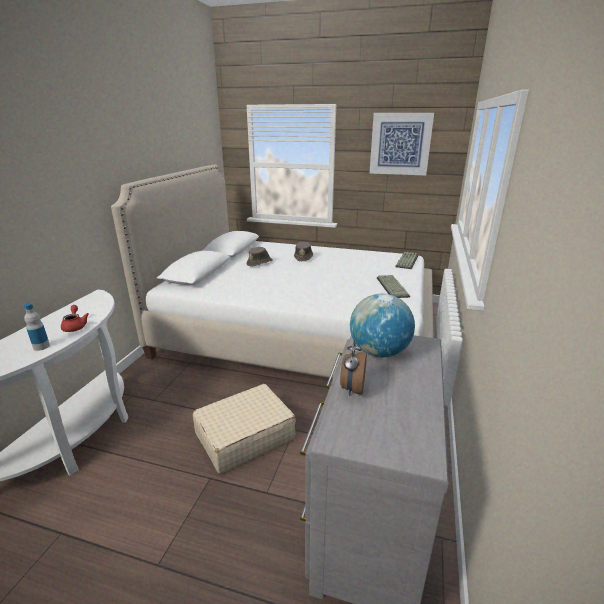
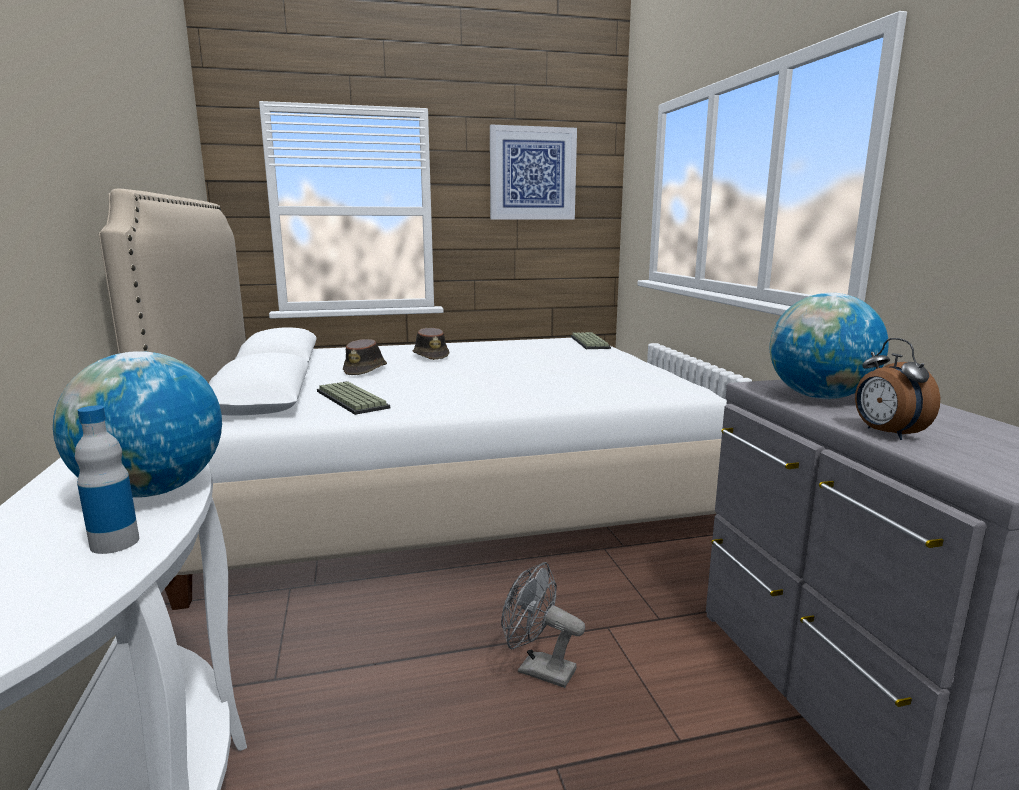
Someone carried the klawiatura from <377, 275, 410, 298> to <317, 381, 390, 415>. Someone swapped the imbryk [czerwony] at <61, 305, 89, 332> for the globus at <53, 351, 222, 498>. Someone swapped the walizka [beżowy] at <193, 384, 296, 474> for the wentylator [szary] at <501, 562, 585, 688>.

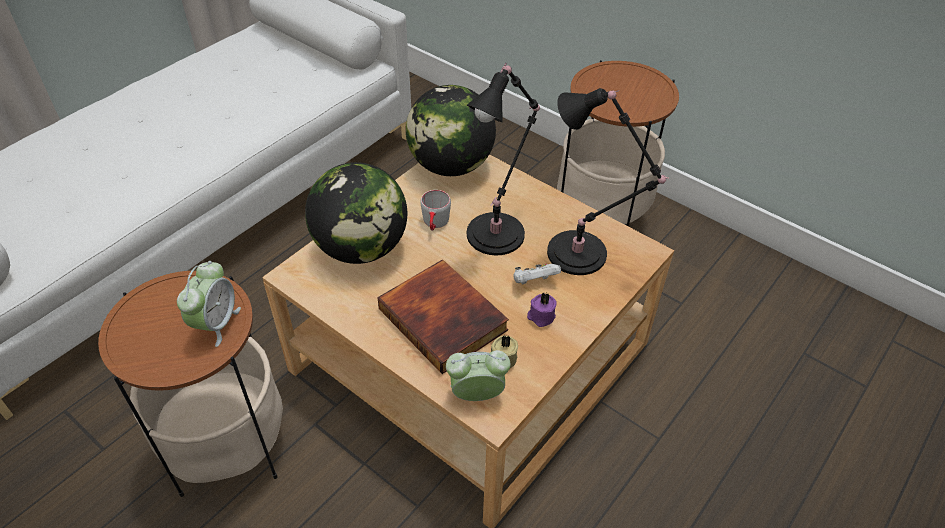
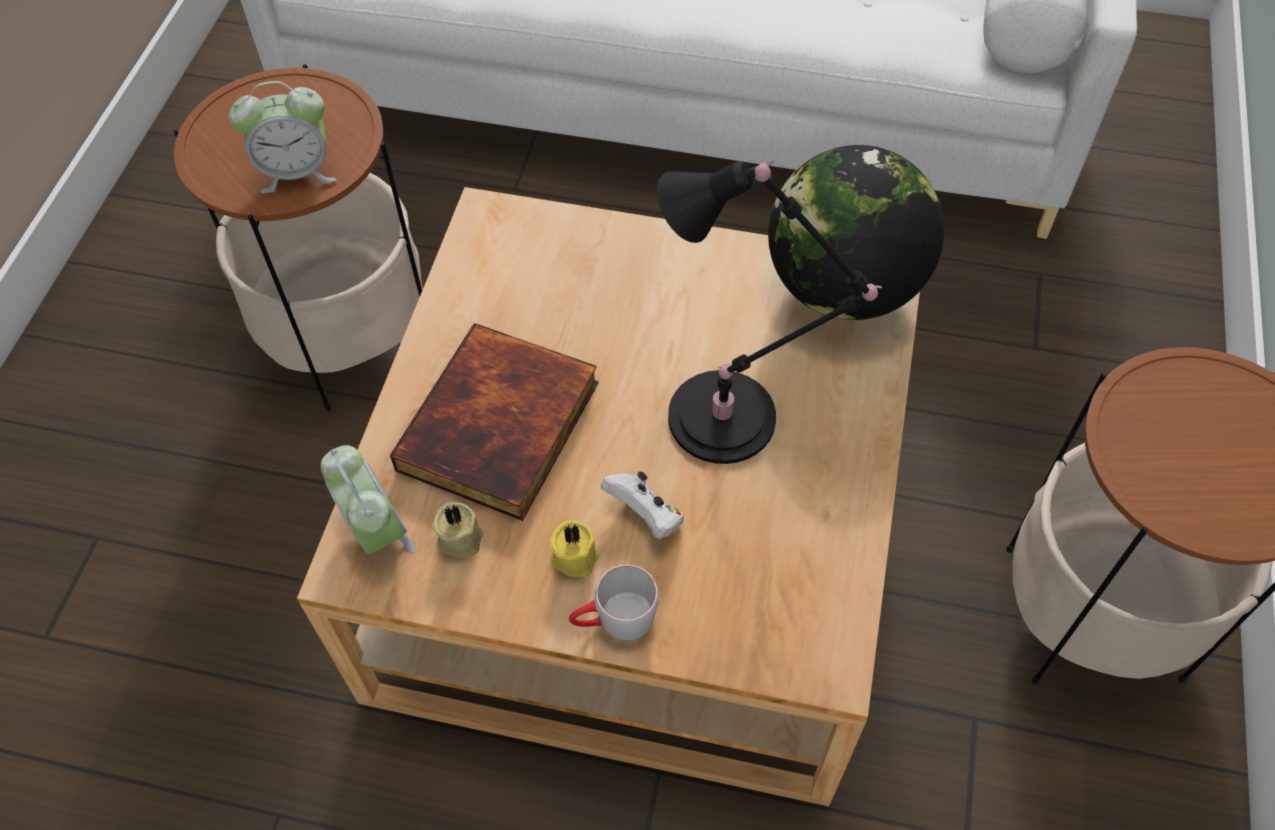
Someone took away the lampa stołowa [czarny] at <547, 88, 669, 275>. Someone took away the globus at <305, 162, 407, 264>. Someone carried the kubek [szary] from <420, 190, 451, 231> to <569, 565, 659, 640>. Someone repainted the świeca [fioletowy] at <527, 293, 557, 327>, which became the świeca [żółty] at <550, 519, 599, 577>.

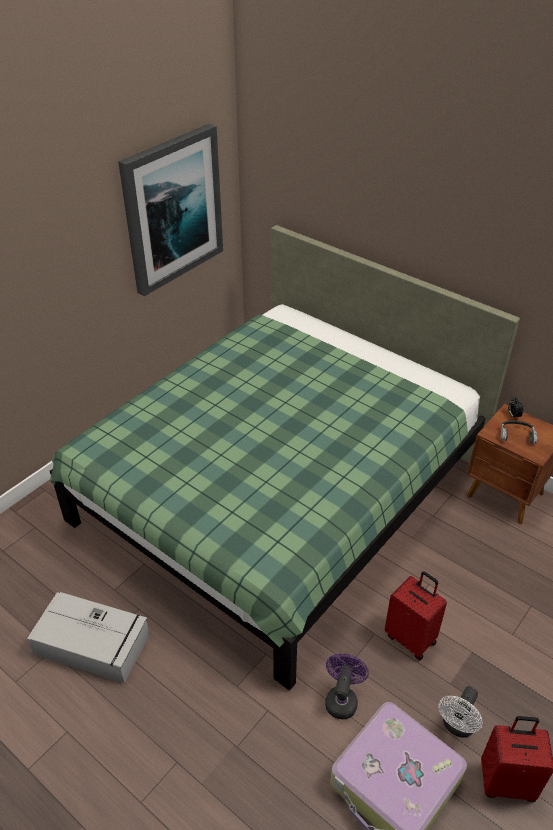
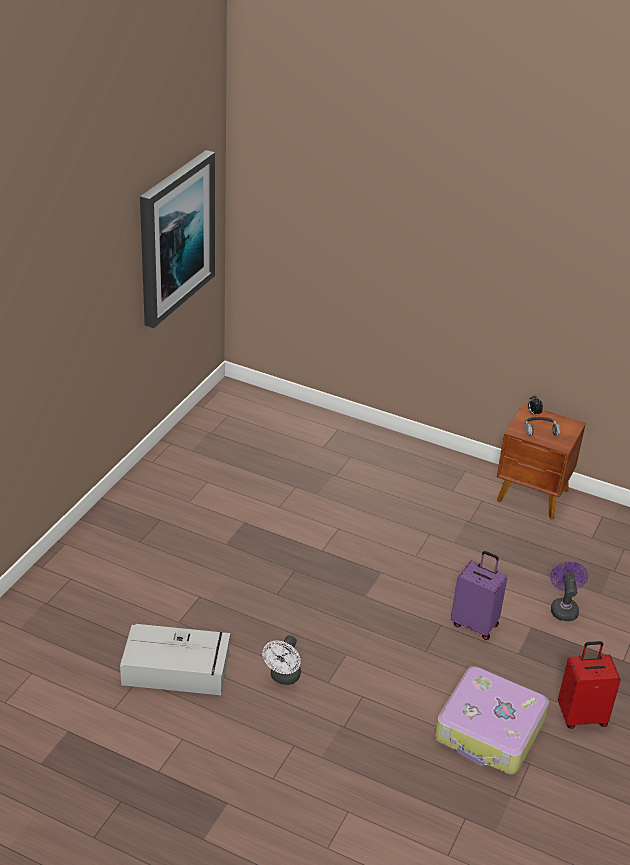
Someone took away the łóżko [zielony] at <50, 225, 520, 690>. Someone repainted the walizka [czerwony] at <385, 571, 447, 661>, which became the walizka [fioletowy] at <451, 551, 508, 640>. Someone carried the wentylator [fioletowy] from <325, 653, 369, 719> to <550, 561, 588, 621>. Someone carried the wentylator [biały] from <438, 686, 483, 738> to <262, 635, 301, 685>.

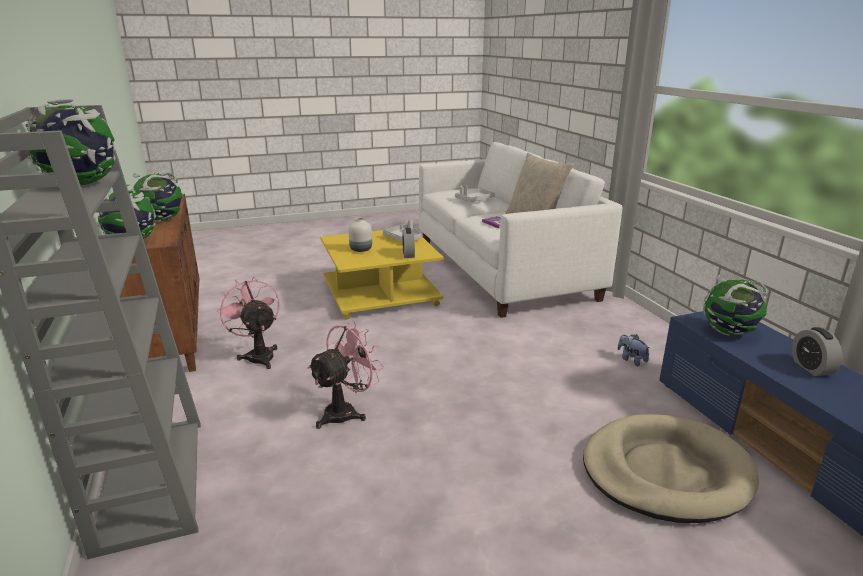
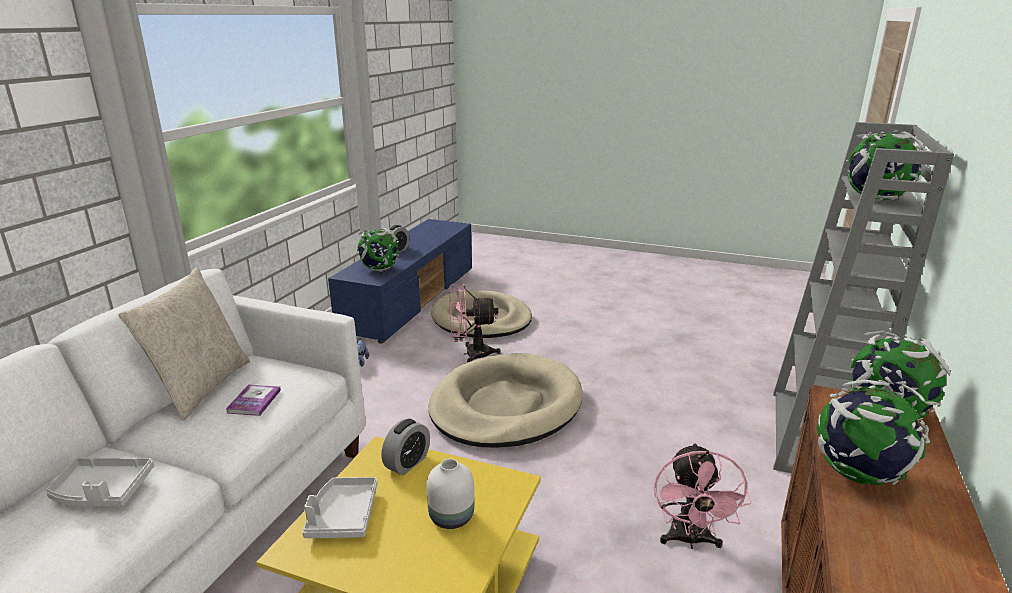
Someone carried the wentylator [różowy] from <308, 321, 384, 429> to <449, 284, 501, 363>. Someone put down the legowisko [beżowy] at <428, 353, 583, 447>.

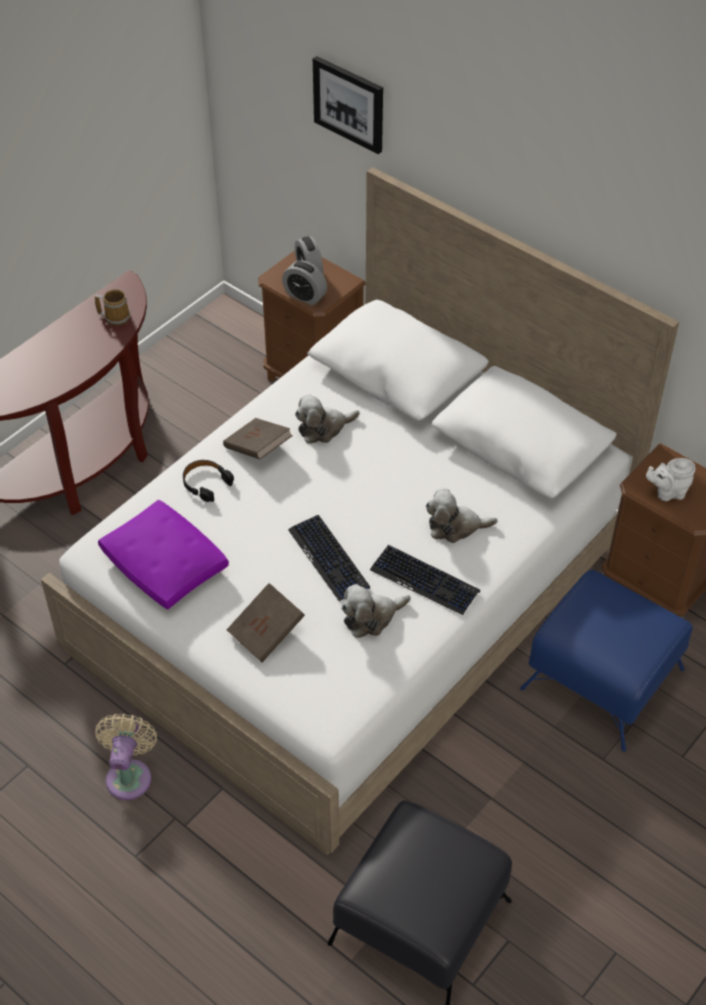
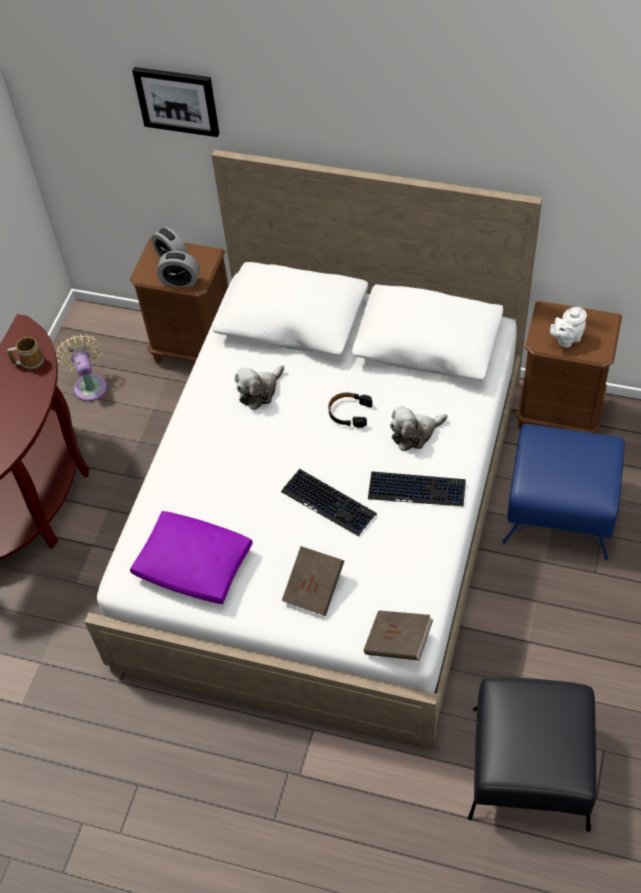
Someone carried the książka [brązowy] from <223, 418, 293, 459> to <364, 610, 433, 660>. Someone carried the słuchawki [czarny] from <183, 460, 234, 502> to <328, 393, 372, 428>. Someone took away the pluszak at <341, 584, 411, 638>. Someone carried the wentylator [beżowy] from <95, 714, 157, 800> to <56, 334, 107, 402>.

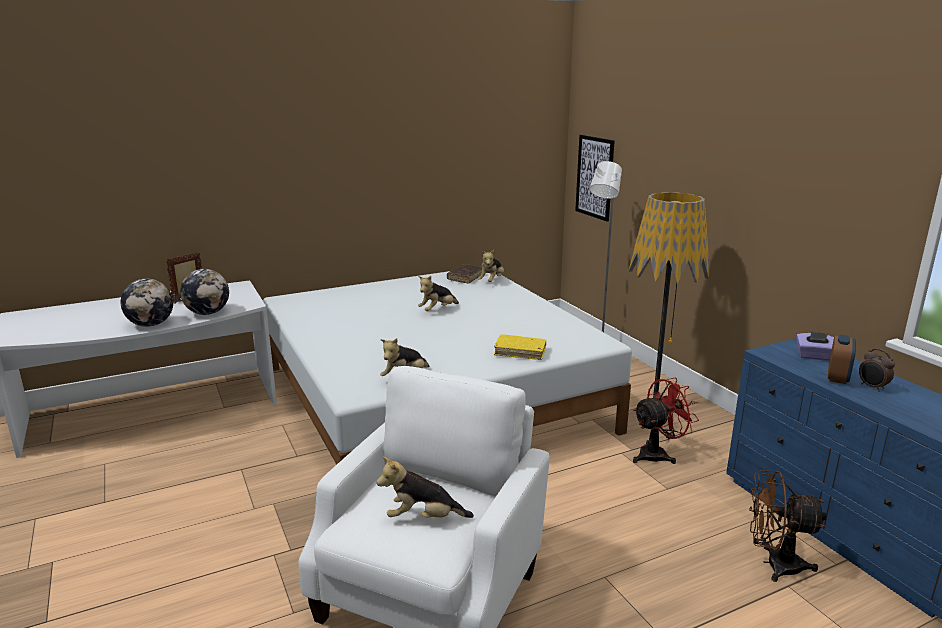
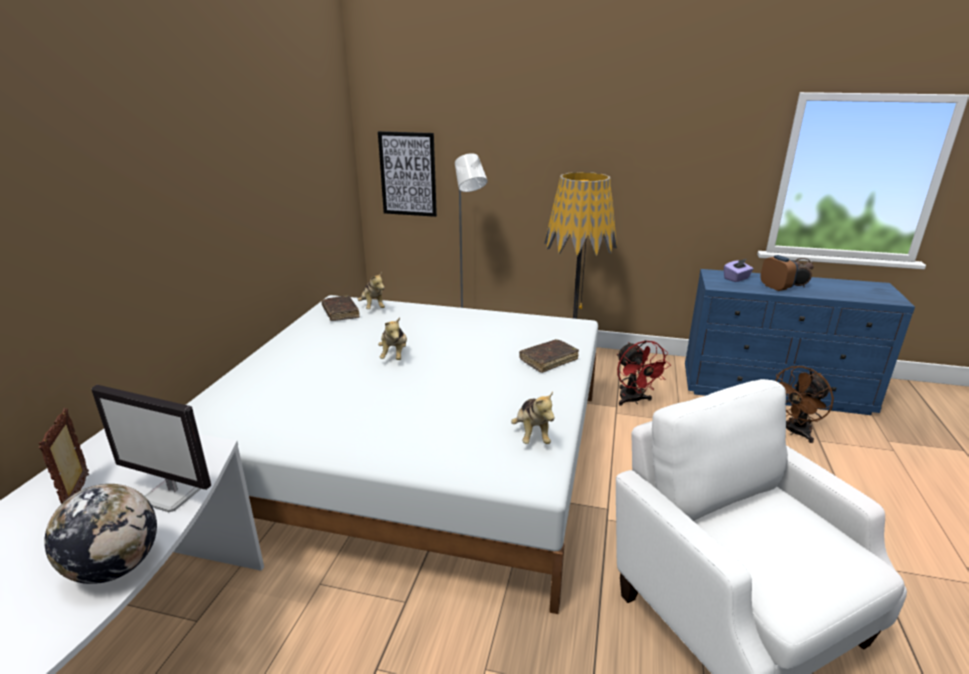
Someone swapped the globus at <180, 269, 229, 315> for the monitor at <92, 385, 211, 512>. Someone repainted the książka [żółty] at <494, 334, 547, 360>, which became the książka [brązowy] at <519, 339, 579, 373>. Someone rotated the wentylator [czerwony] at <633, 377, 699, 464> by 150 degrees clockwise. Someone took away the pluszak at <376, 457, 474, 518>.

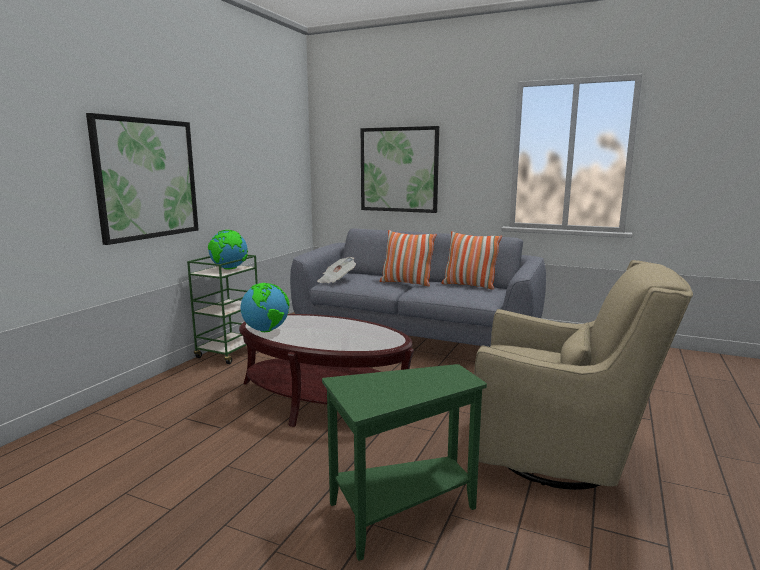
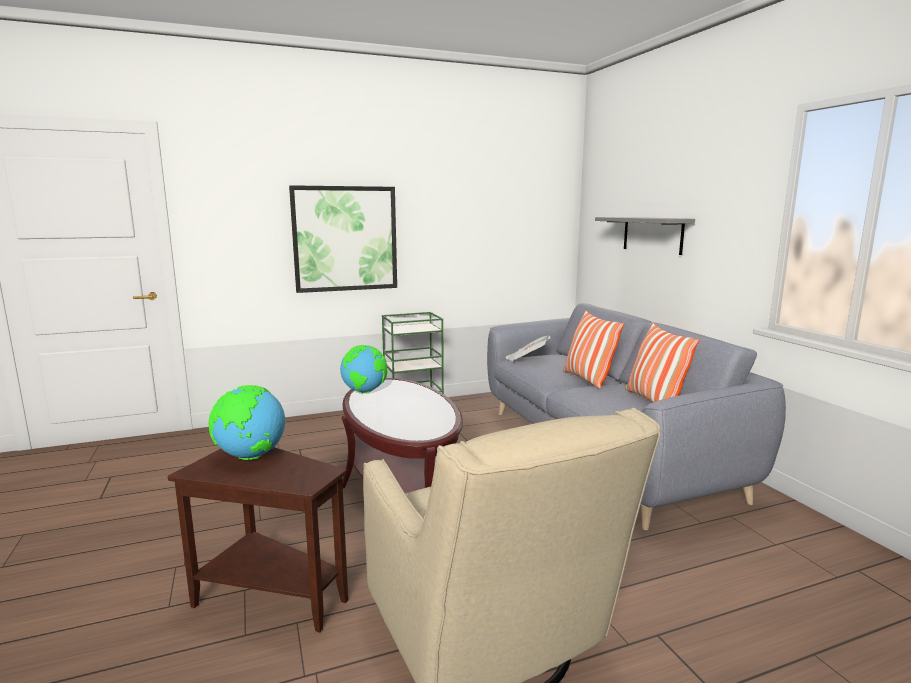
Someone swapped the obraz at <361, 126, 439, 213> for the półka [szary] at <595, 217, 695, 255>. Someone carried the globus from <208, 230, 248, 269> to <209, 385, 285, 460>. Someone repainted the stolik [zielony] at <322, 364, 487, 561>, which became the stolik [brązowy] at <168, 447, 348, 633>.

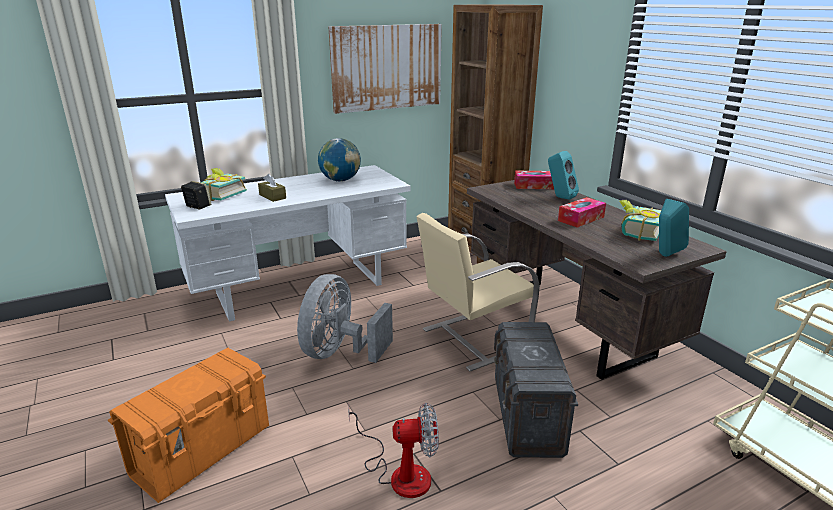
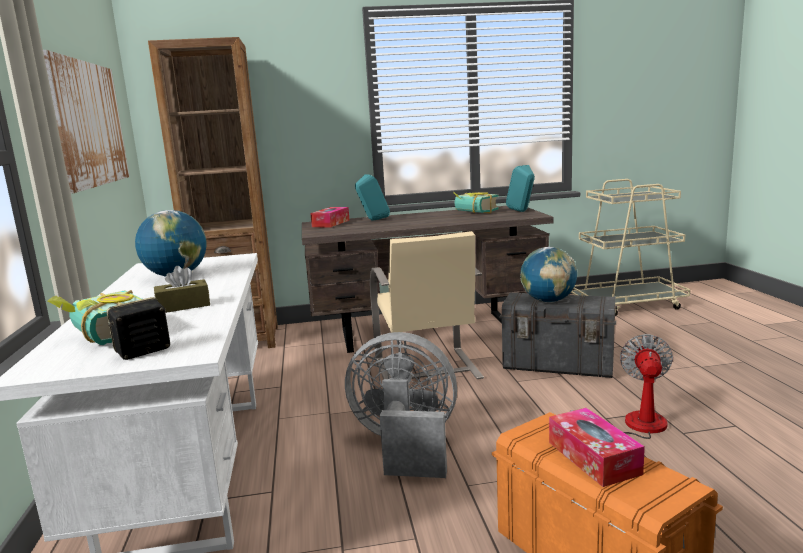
Someone carried the pudełko chusteczek from <558, 197, 606, 228> to <549, 408, 645, 487>. Someone rotated the wentylator [szary] at <297, 274, 393, 363> by 150 degrees clockwise. Someone put down the globus at <520, 247, 577, 302>.

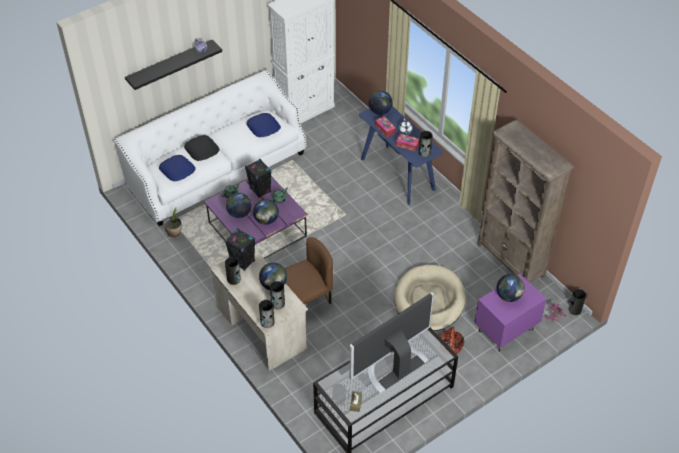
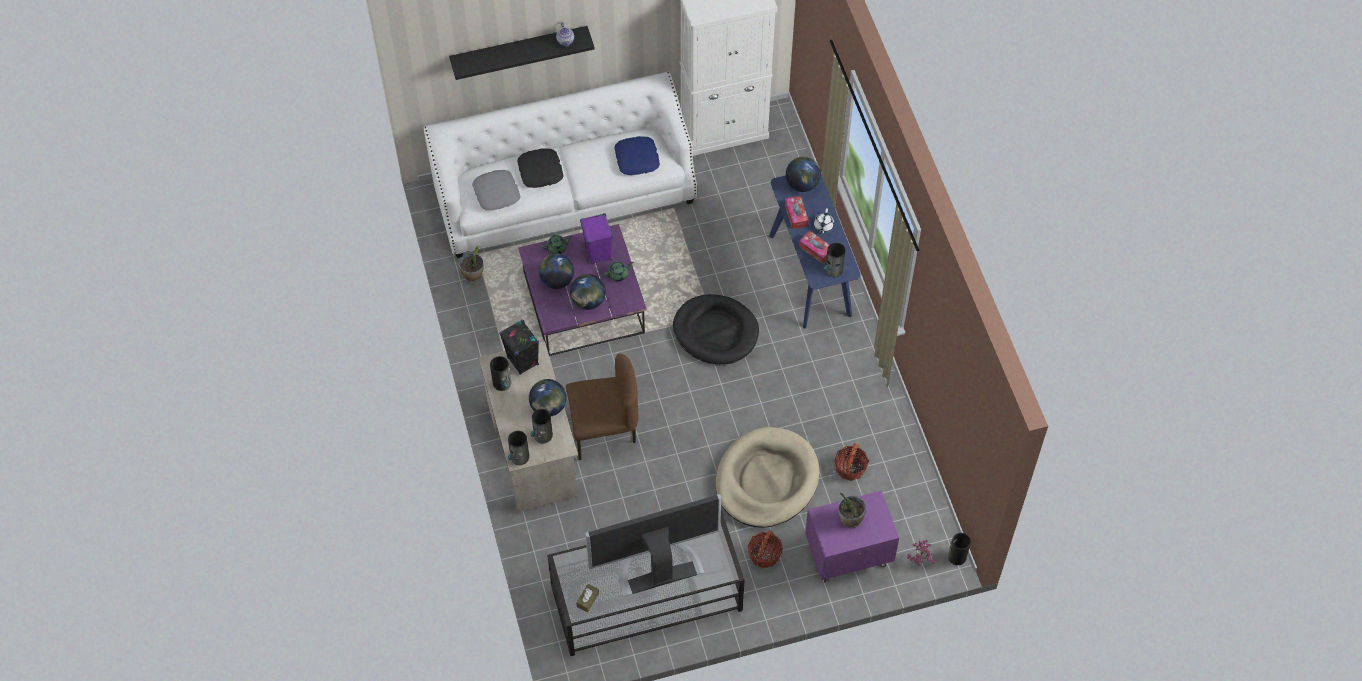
Someone took away the regał [brązowy] at <477, 120, 574, 283>. Someone repainted the poduszka [niebieski] at <159, 155, 196, 181>, which became the poduszka [szary] at <472, 170, 521, 211>. Someone repainted the głośnik [czarny] at <245, 159, 272, 198>, which became the głośnik [fioletowy] at <580, 213, 613, 265>. Someone swapped the globus at <496, 274, 525, 302> for the roślina doniczkowa at <838, 493, 866, 528>. Someone put down the legowisko [czarny] at <673, 294, 759, 365>. Someone put down the koszyk at <834, 443, 869, 481>.

